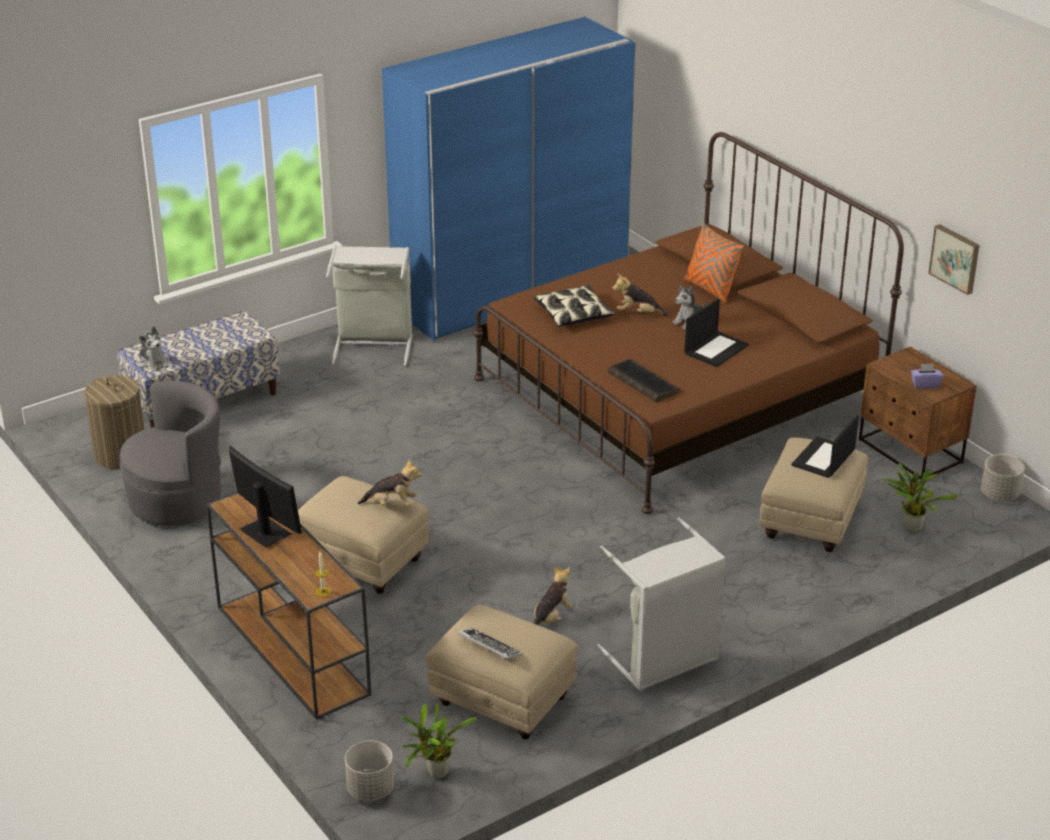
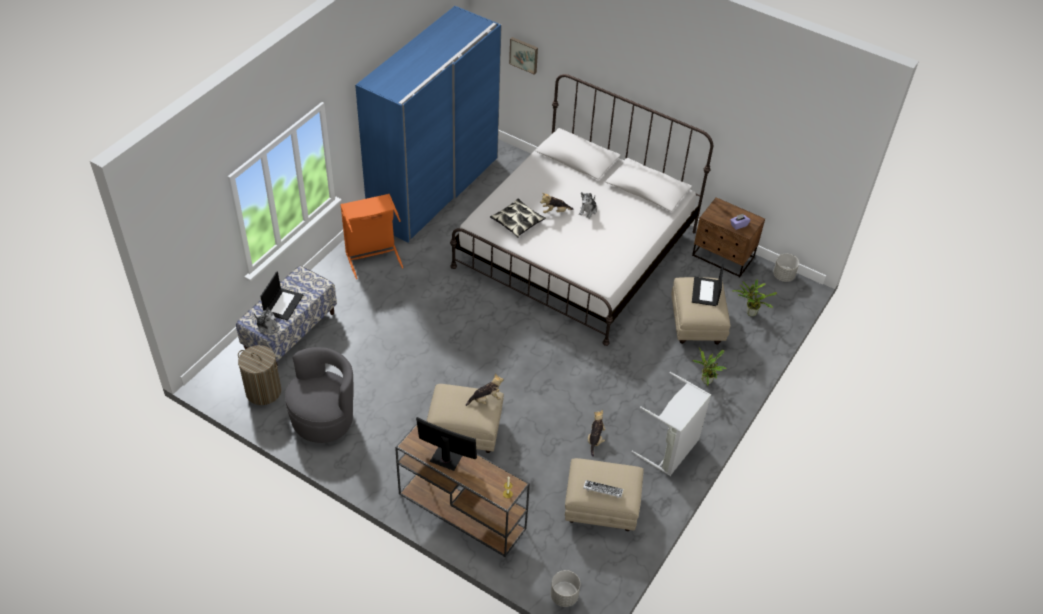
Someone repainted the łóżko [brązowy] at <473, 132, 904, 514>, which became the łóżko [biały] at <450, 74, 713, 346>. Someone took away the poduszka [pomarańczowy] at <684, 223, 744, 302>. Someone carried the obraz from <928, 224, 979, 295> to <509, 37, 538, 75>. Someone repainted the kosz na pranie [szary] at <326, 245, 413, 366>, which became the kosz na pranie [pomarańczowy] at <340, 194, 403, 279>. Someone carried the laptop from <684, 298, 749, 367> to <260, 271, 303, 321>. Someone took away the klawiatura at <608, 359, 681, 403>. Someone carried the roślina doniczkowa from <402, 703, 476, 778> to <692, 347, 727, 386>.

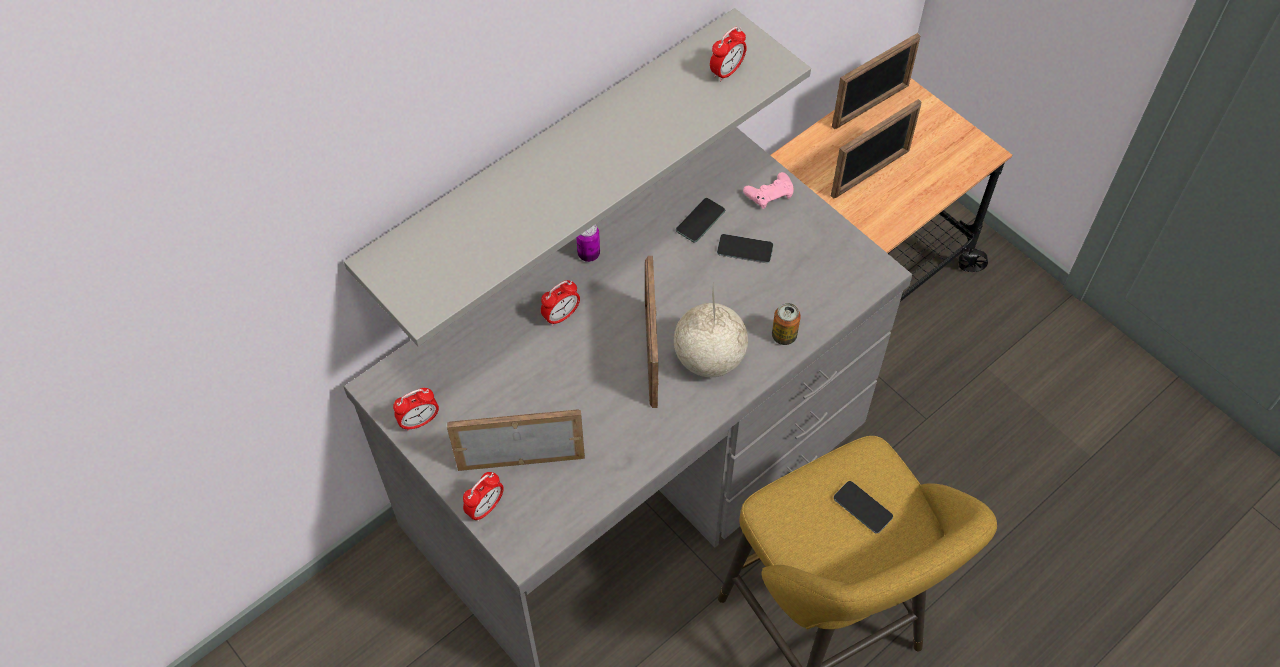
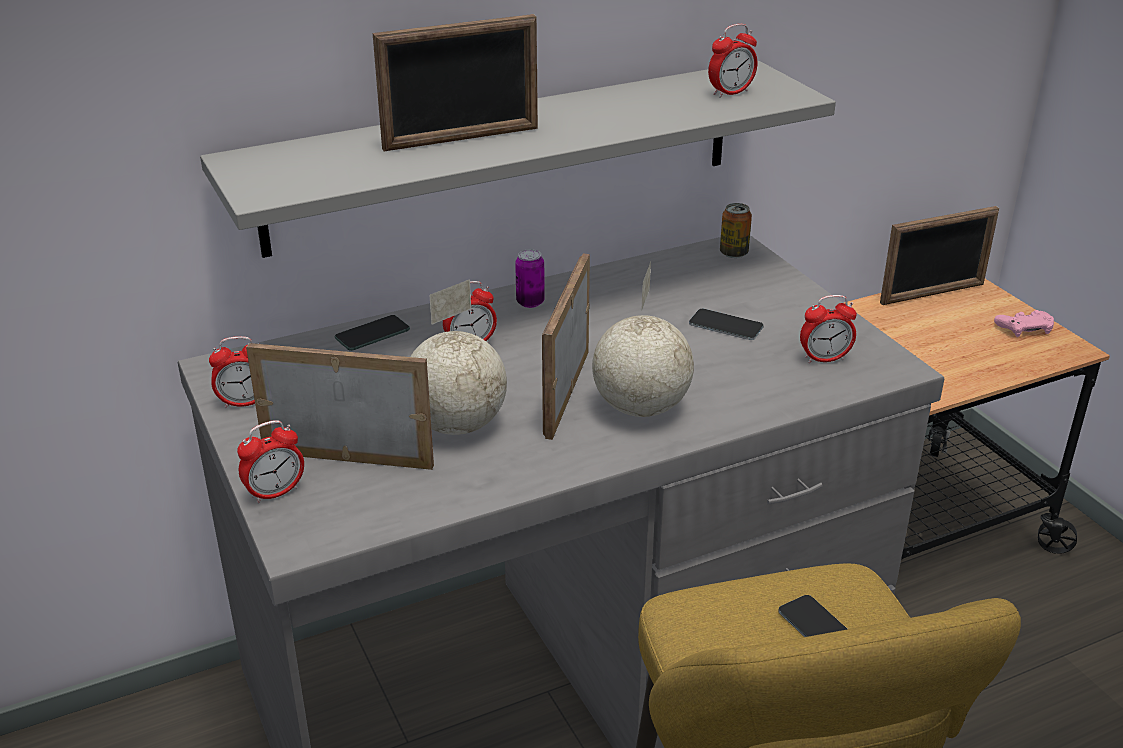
Someone carried the ramka na zdjęcie from <831, 99, 921, 199> to <373, 14, 538, 151>. Someone carried the pad do gier [różowy] from <743, 172, 794, 209> to <994, 310, 1054, 337>. Someone carried the telefon from <676, 198, 725, 243> to <335, 315, 410, 351>. Someone carried the puszka from <772, 303, 801, 345> to <720, 203, 752, 258>. Someone put down the globus at <410, 279, 507, 435>. Someone put down the budzik at <800, 295, 857, 363>.

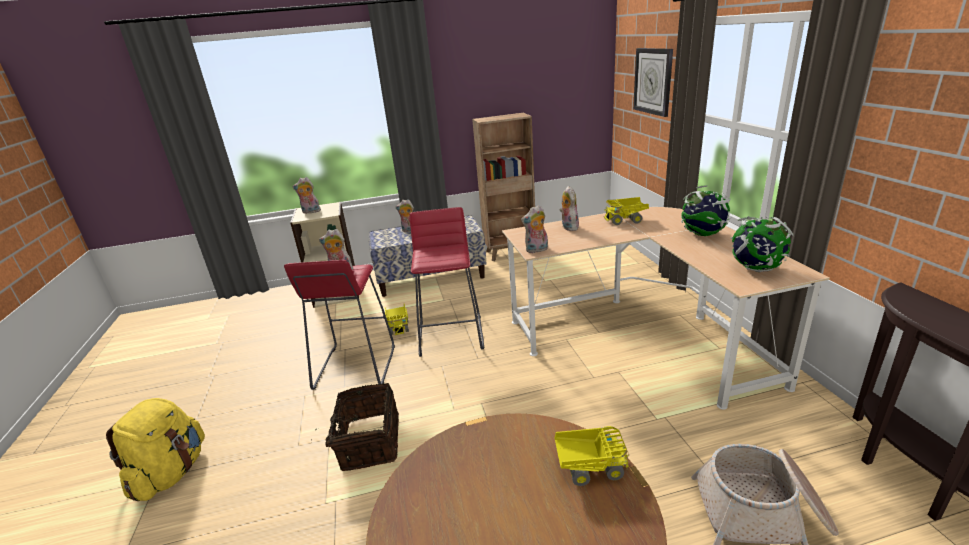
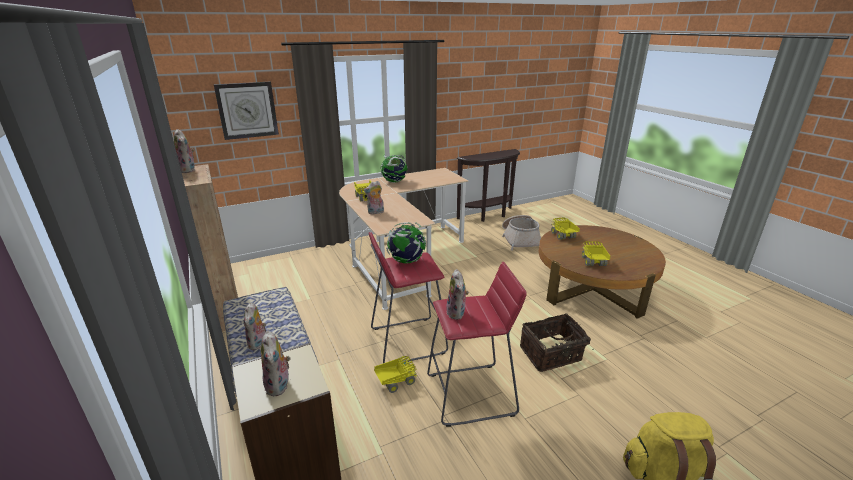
Someone carried the pluszak from <521, 205, 548, 253> to <174, 129, 195, 173>. Someone carried the globus from <730, 216, 793, 272> to <386, 222, 426, 263>. Someone put down the ciężarówka zabawkowa at <582, 241, 610, 266>.

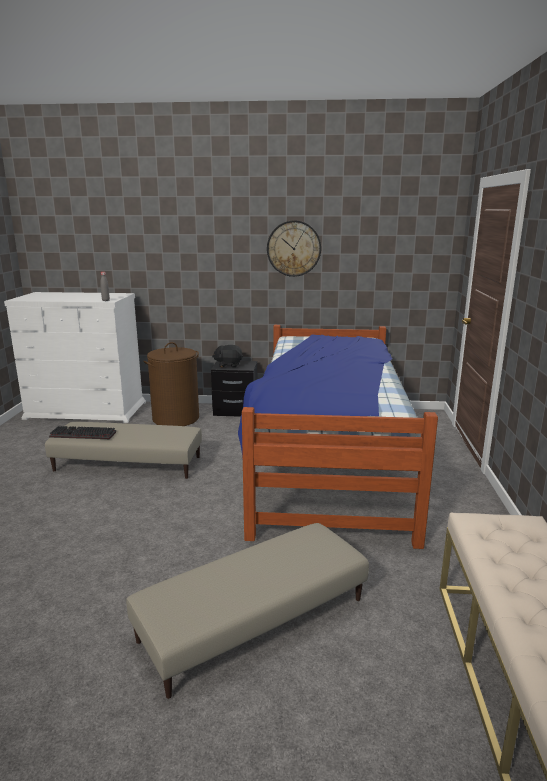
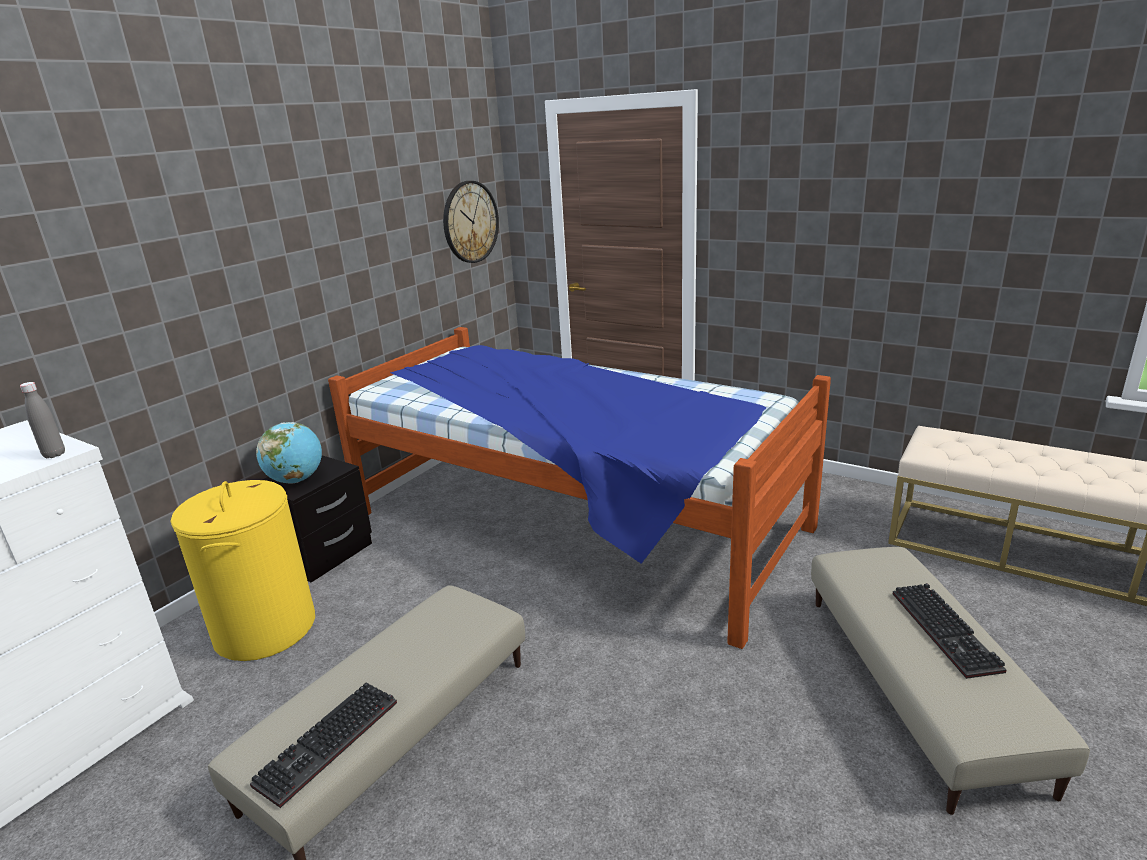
Someone carried the zegar ścienny from <267, 220, 321, 277> to <443, 181, 499, 263>. Someone repainted the kosz na pranie [brązowy] at <143, 342, 199, 426>, which became the kosz na pranie [żółty] at <170, 480, 315, 661>. Someone swapped the pluszak [czarny] at <212, 345, 243, 367> for the globus at <256, 422, 322, 483>. Someone put down the klawiatura at <893, 583, 1006, 679>.

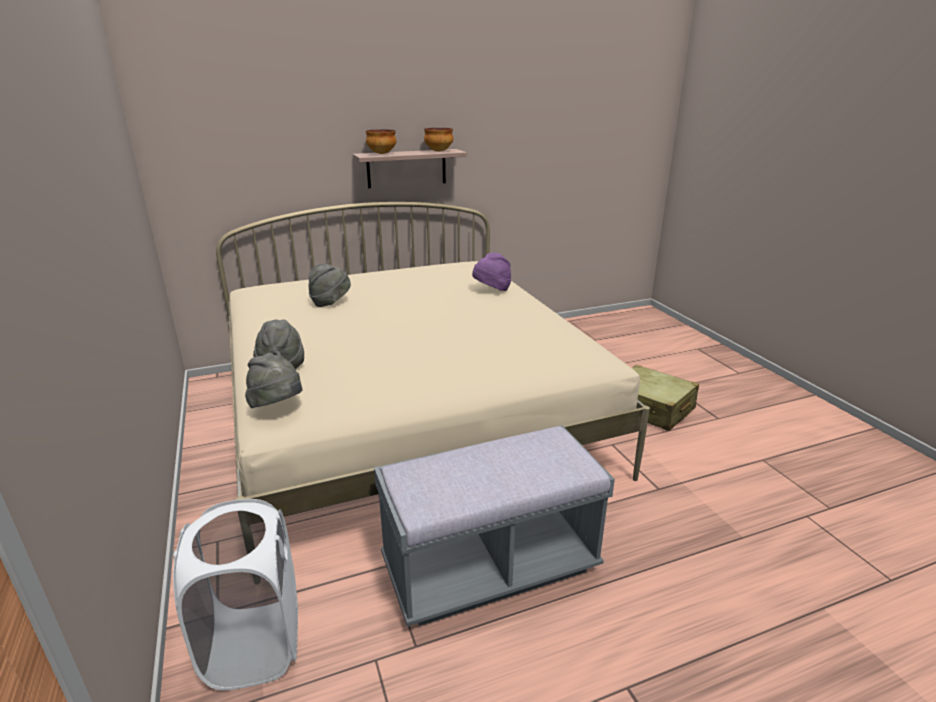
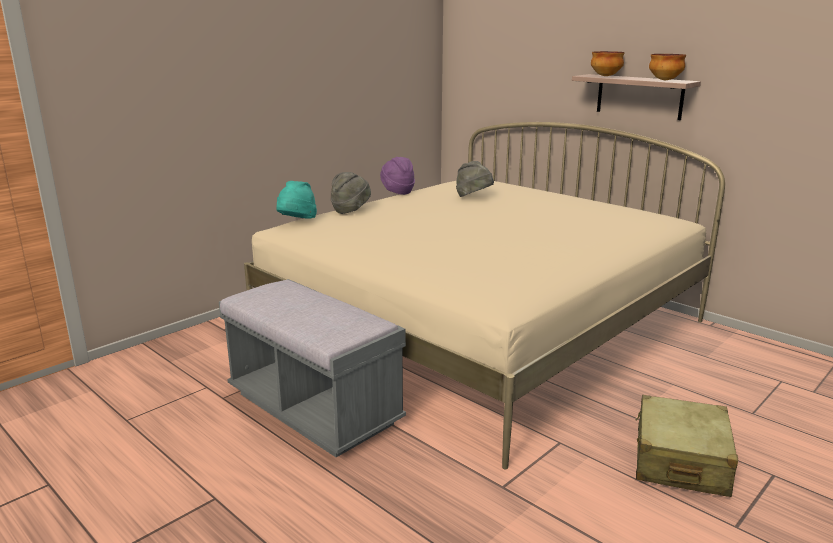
Someone carried the kapelusz [fioletowy] from <472, 253, 511, 291> to <380, 157, 415, 195>. Someone repainted the kapelusz [szary] at <245, 351, 303, 408>, which became the kapelusz [turkusowy] at <276, 181, 317, 219>. Someone took away the kosz na pranie [biały] at <173, 499, 298, 691>.

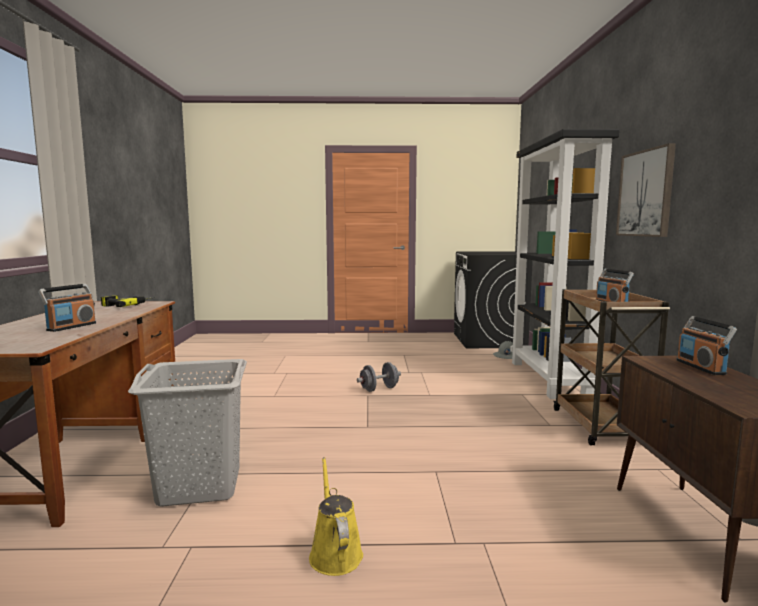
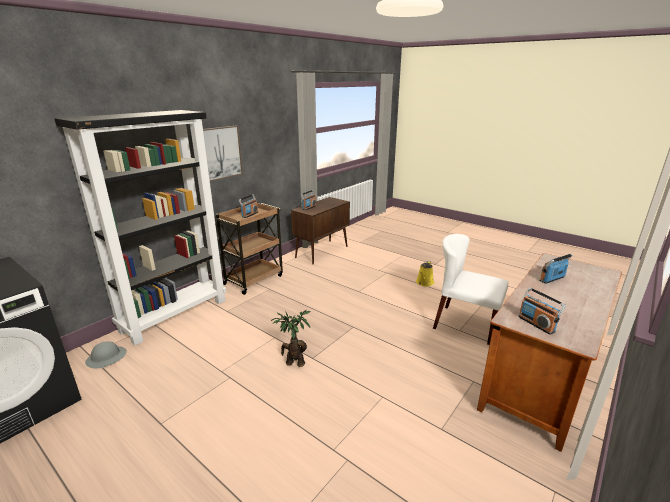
Someone swapped the wiertarka at <101, 295, 156, 307> for the radio at <518, 287, 566, 335>. Someone swapped the kosz na pranie [szary] at <128, 359, 247, 507> for the krzesło [biały] at <433, 234, 508, 345>. Someone swapped the hantel [szary] at <357, 362, 401, 392> for the roślina doniczkowa at <271, 310, 310, 367>.

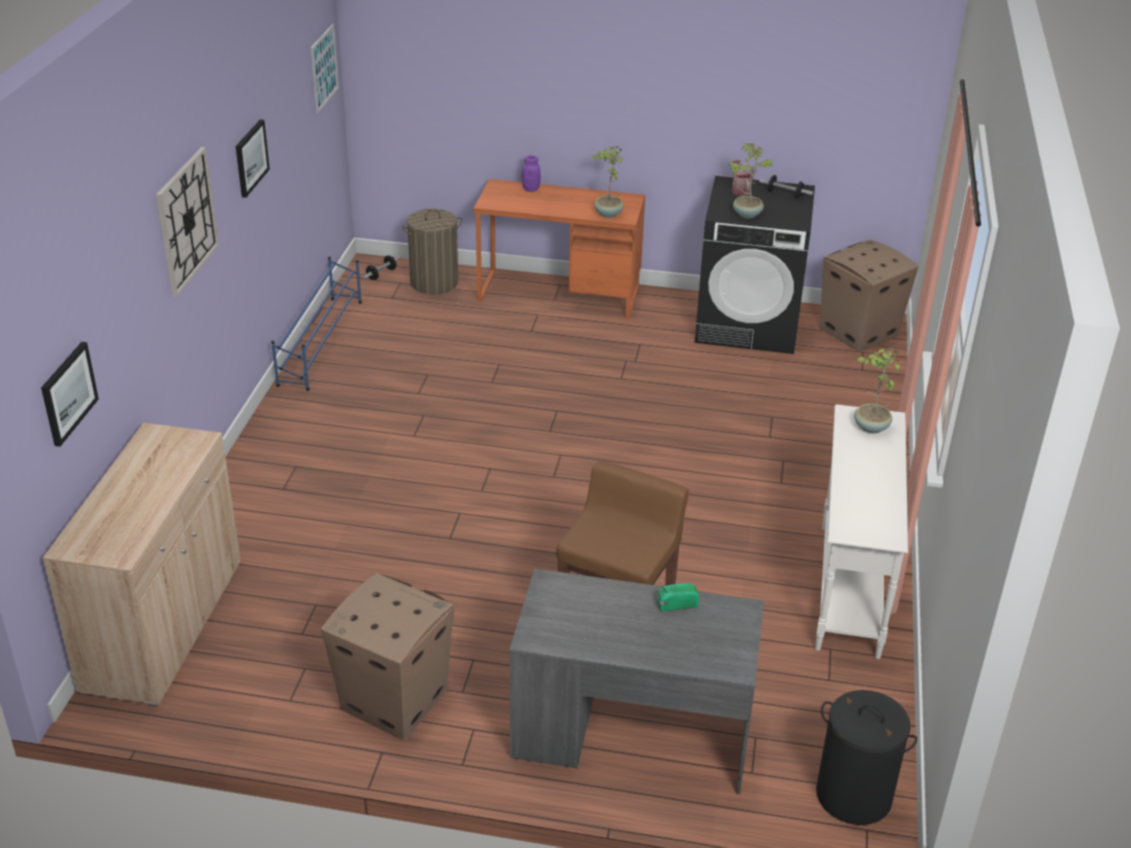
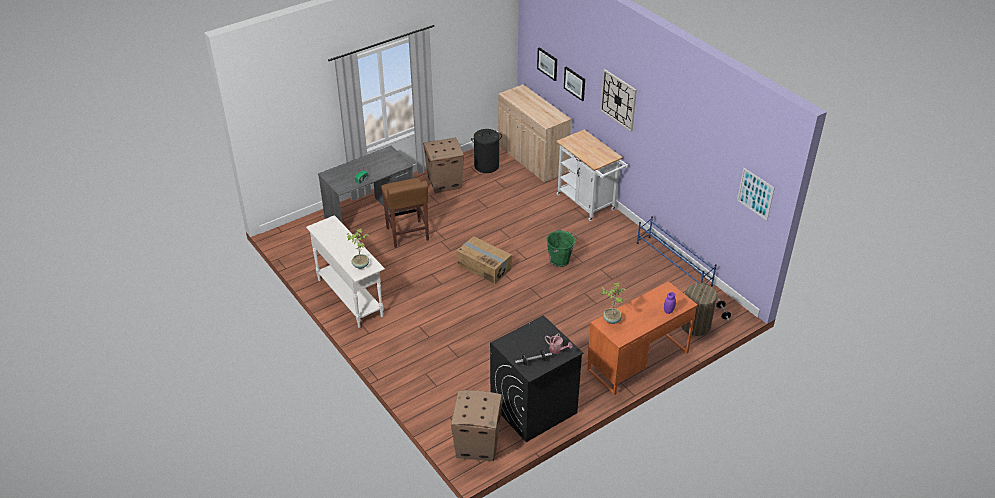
Someone carried the obraz from <236, 119, 270, 198> to <564, 67, 585, 101>. Someone took away the roślina doniczkowa at <728, 143, 772, 218>. Someone carried the kosz na pranie [czarny] from <816, 690, 917, 825> to <471, 129, 502, 173>. Someone put down the wózek [biały] at <556, 130, 628, 221>. Someone put down the wiadro [zielony] at <546, 230, 578, 267>. Someone put down the karton at <457, 236, 512, 284>.

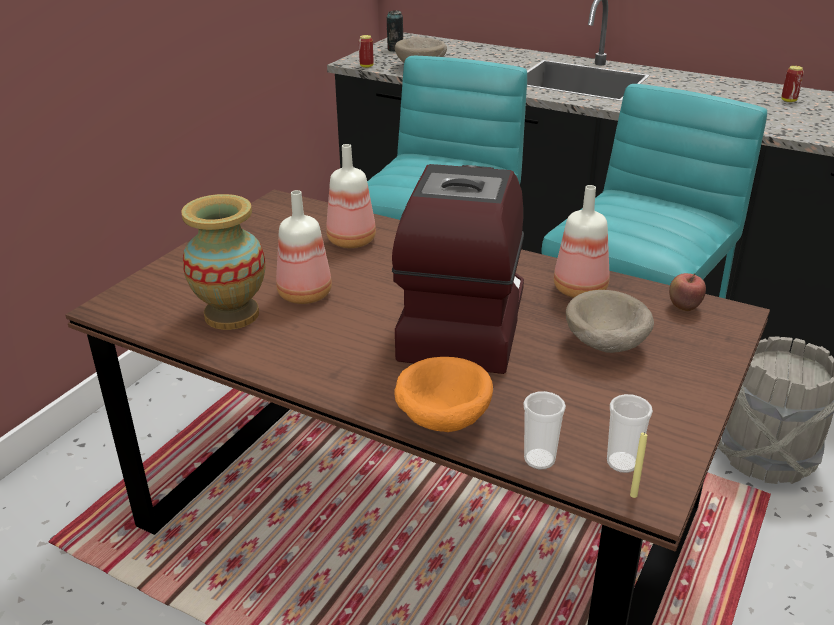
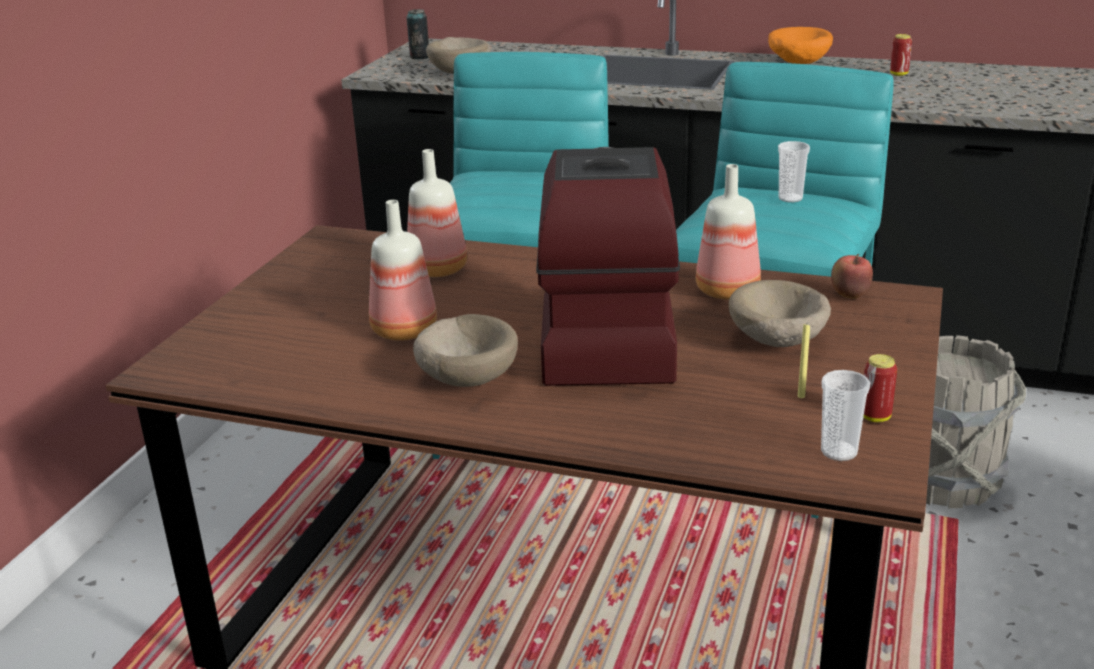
Someone carried the puszka from <359, 35, 374, 68> to <863, 354, 897, 422>. Someone took away the wazon at <181, 194, 265, 330>. Someone carried the miska [pomarańczowy] from <394, 357, 493, 432> to <768, 27, 833, 64>. Someone carried the filiżanka from <523, 391, 566, 470> to <778, 141, 810, 202>. Someone carried the świeca [żółty] from <630, 432, 647, 498> to <798, 324, 810, 398>. Someone put down the miska [beżowy] at <413, 314, 518, 387>.

